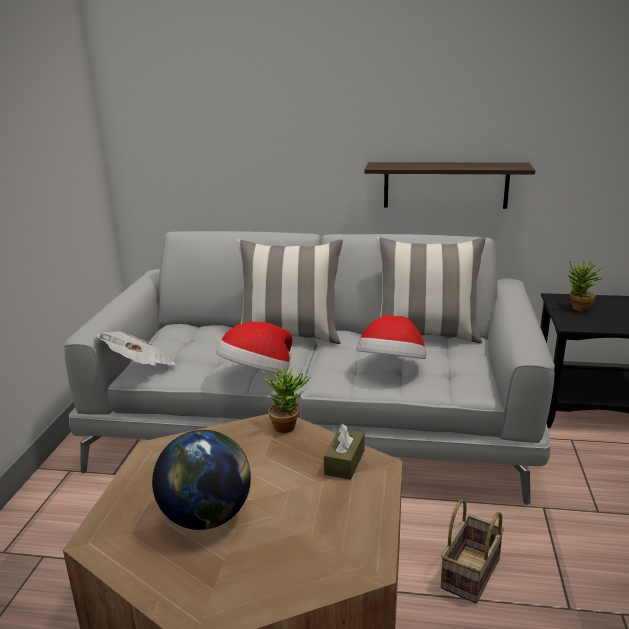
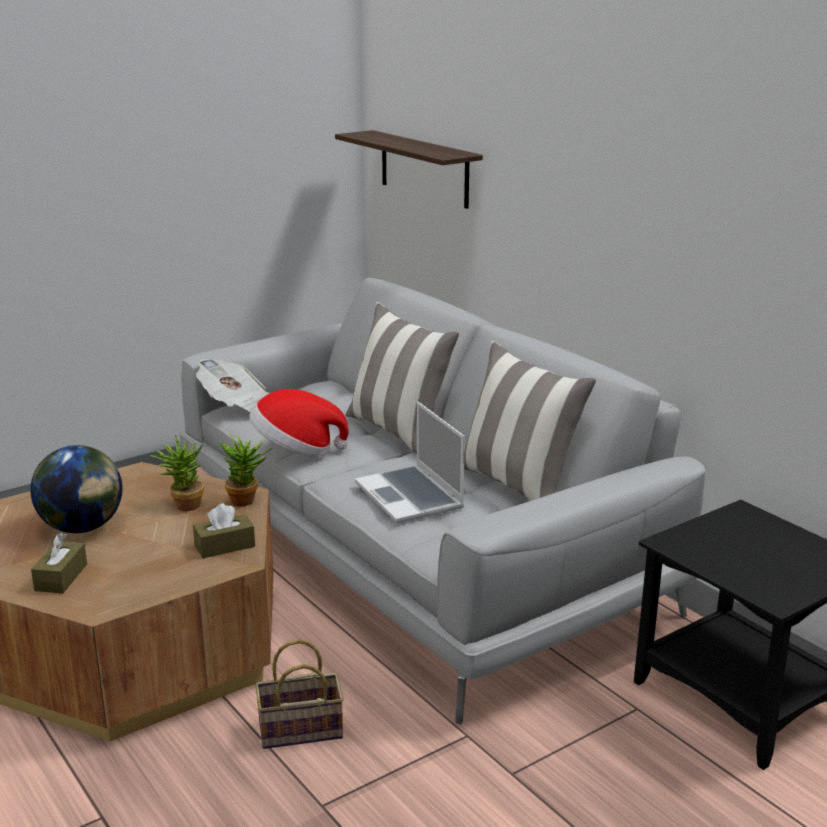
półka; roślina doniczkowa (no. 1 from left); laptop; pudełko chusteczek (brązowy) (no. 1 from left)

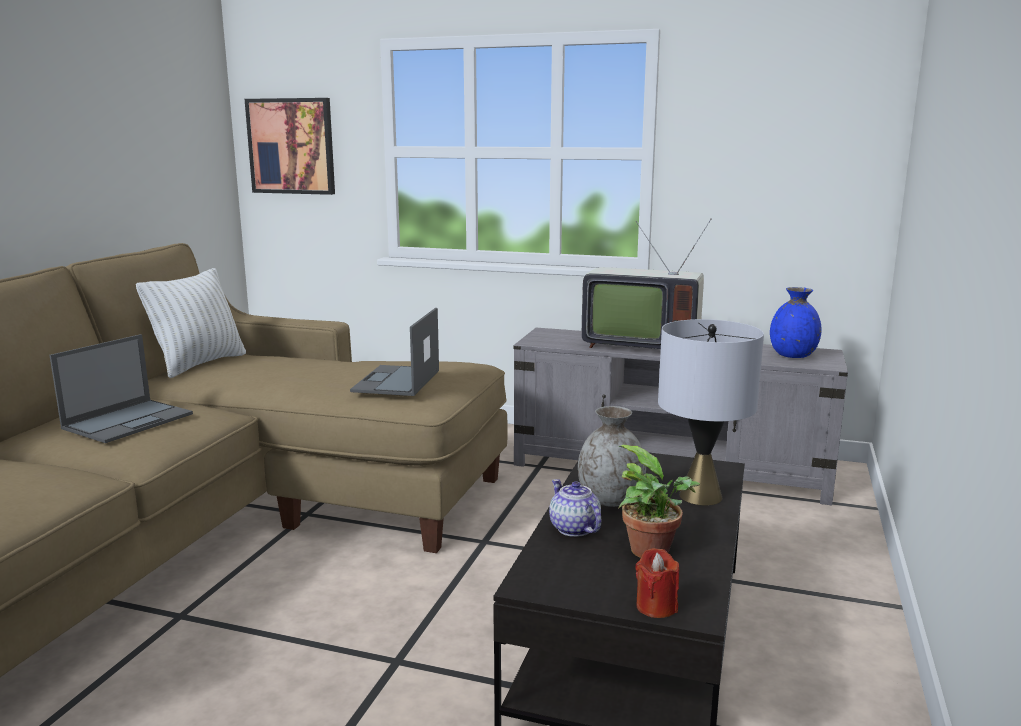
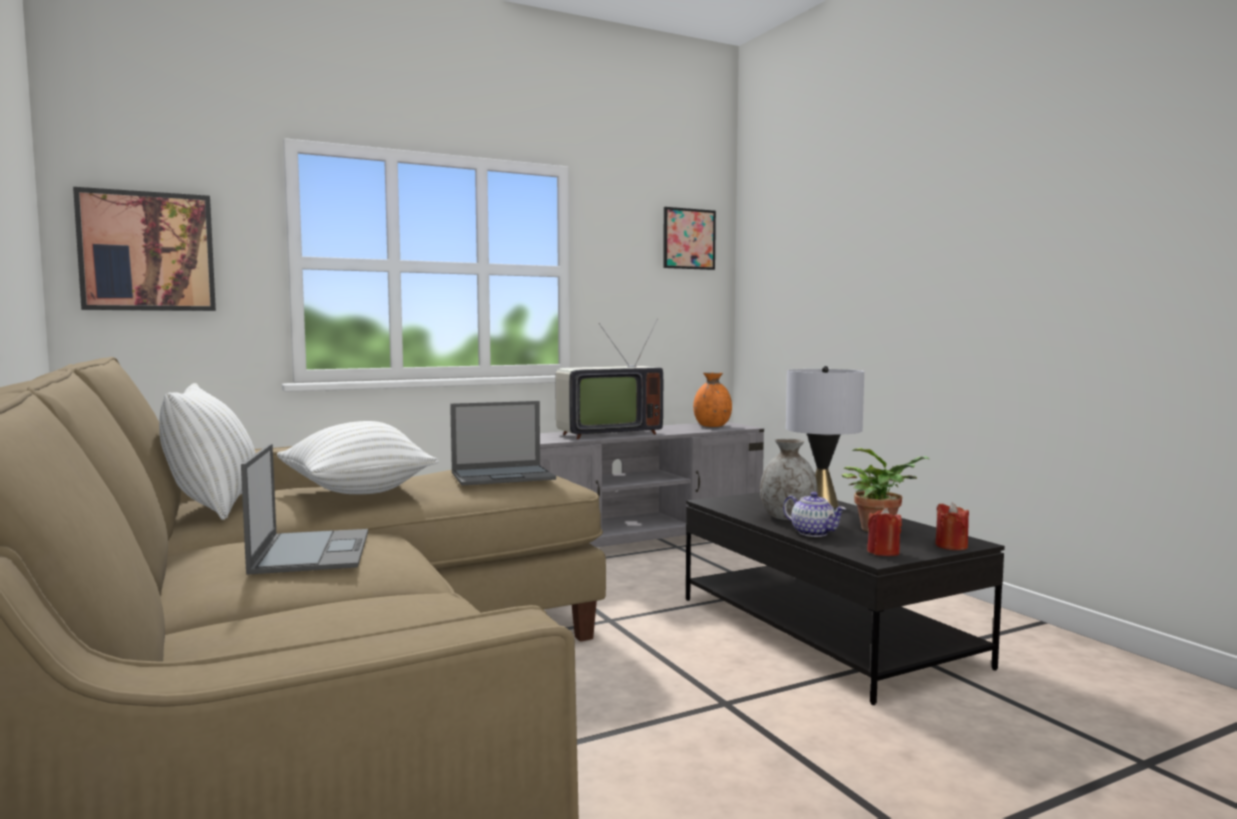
wazon (pomarańczowy); laptop (no. 2 from left); imbryk; obraz (no. 2 from left); poduszka (biały) (no. 2 from left); świeca (czerwony) (no. 1 from left)

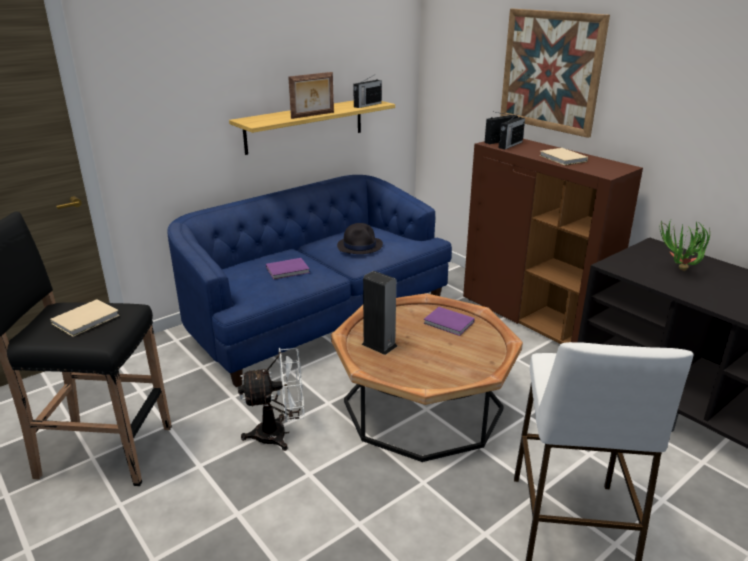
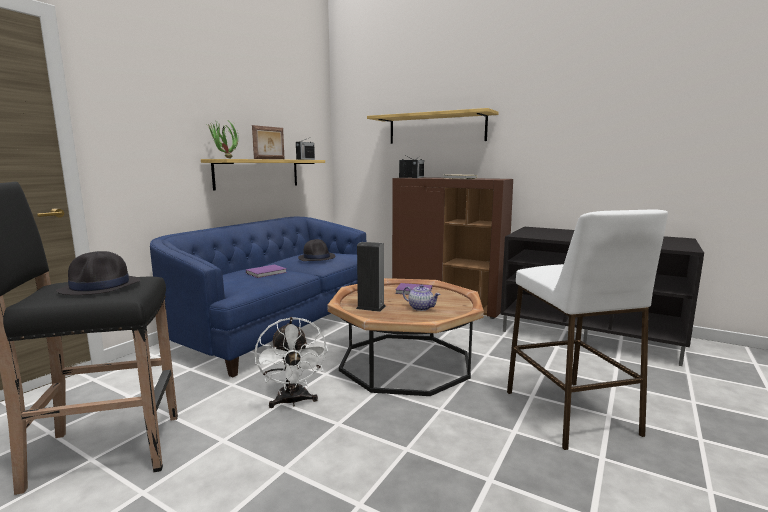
półka (no. 2 from left); roślina doniczkowa; kapelusz (czarny) (no. 1 from left); wentylator (biały); imbryk

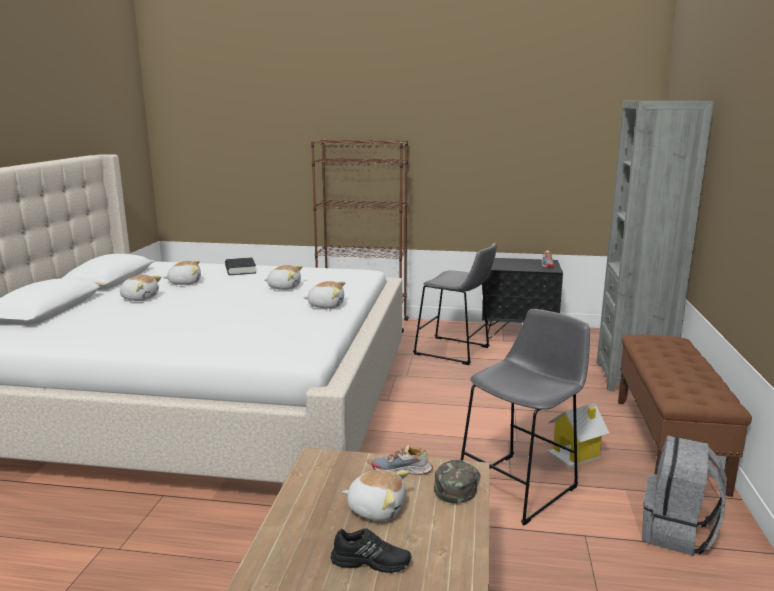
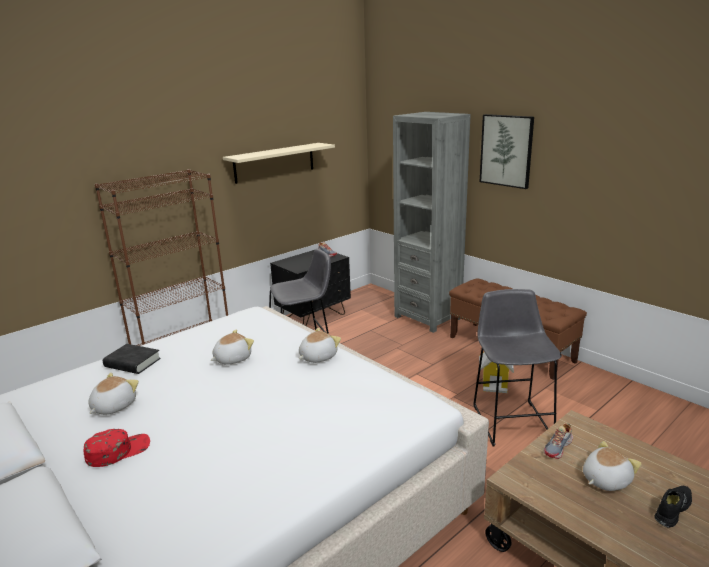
czapka z daszkiem (czerwony); plecak (szary); czapka z daszkiem (zielony); obraz; półka (beżowy)

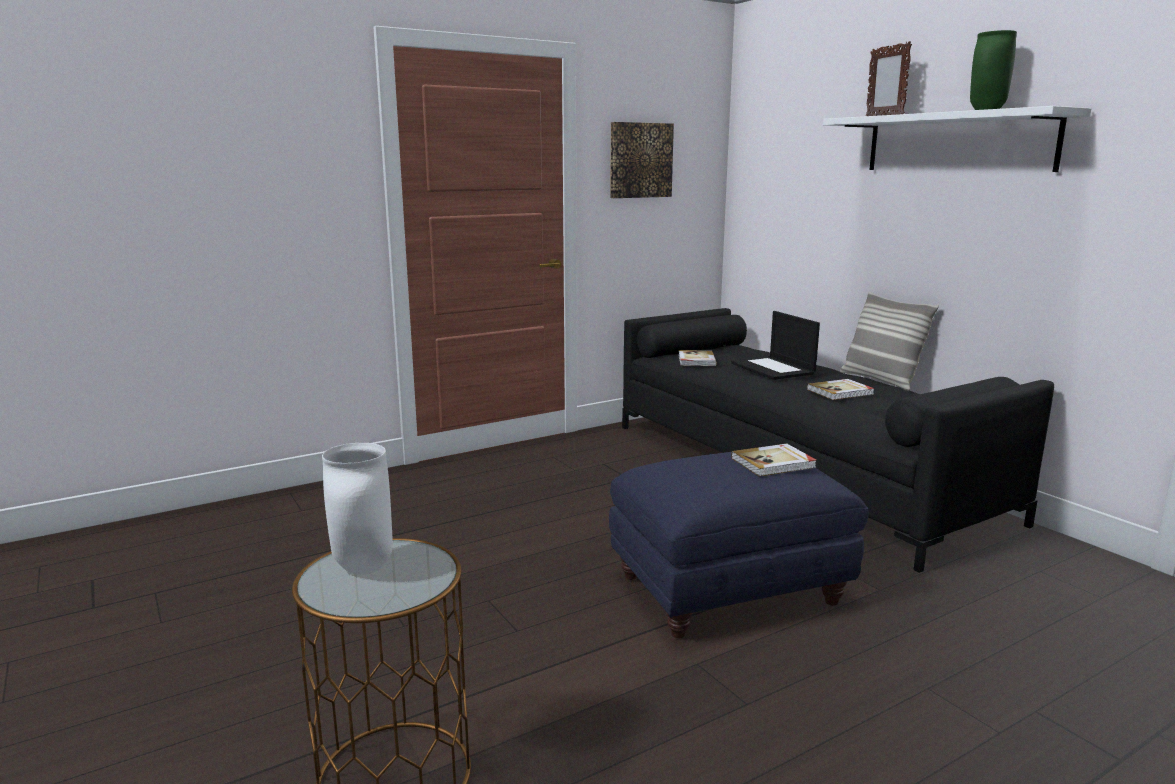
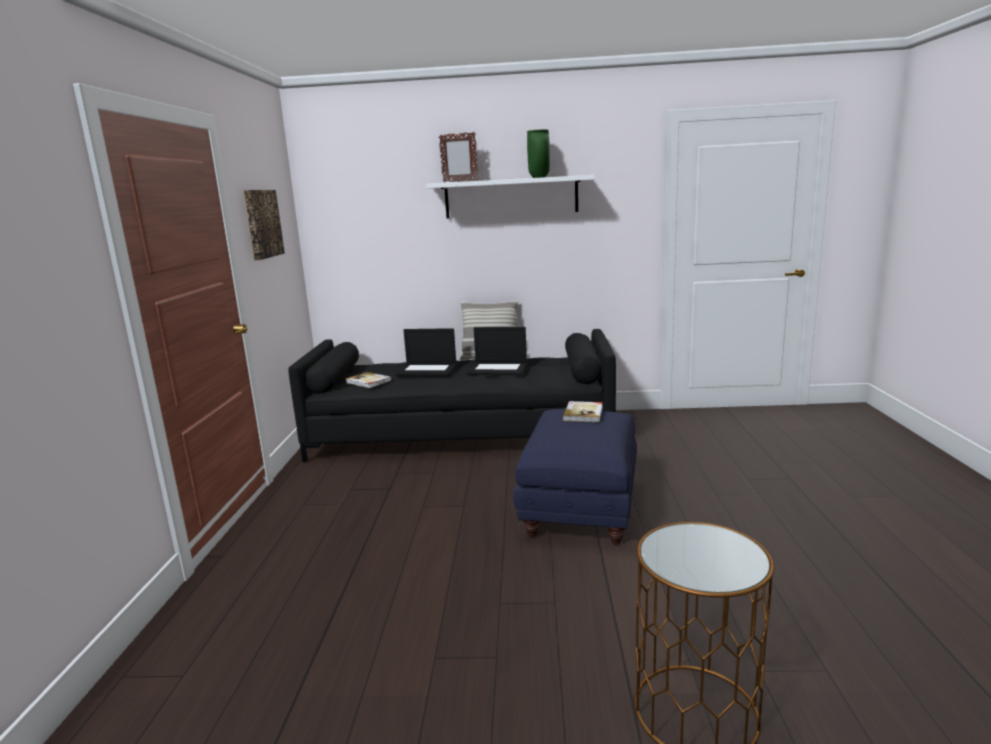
laptop (no. 2 from left); wazon (biały)

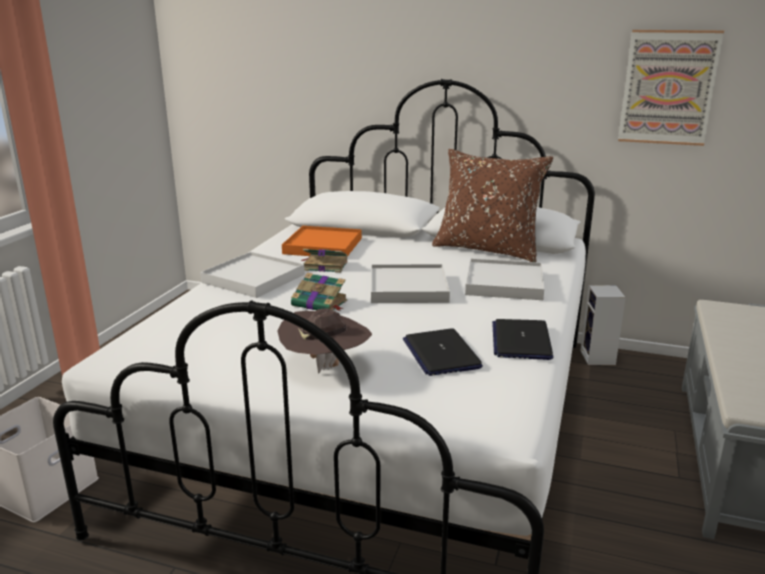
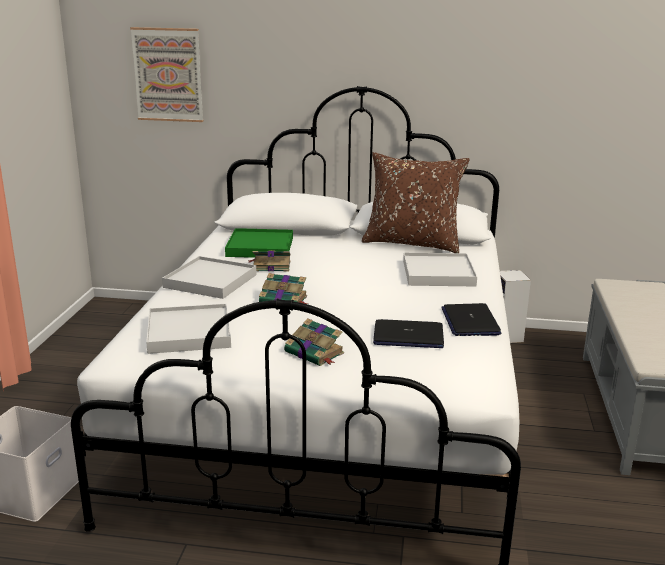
obraz; taca (zielony); taca (biały) (no. 1 from left); książka (no. 3 from left); laptop (no. 1 from left)

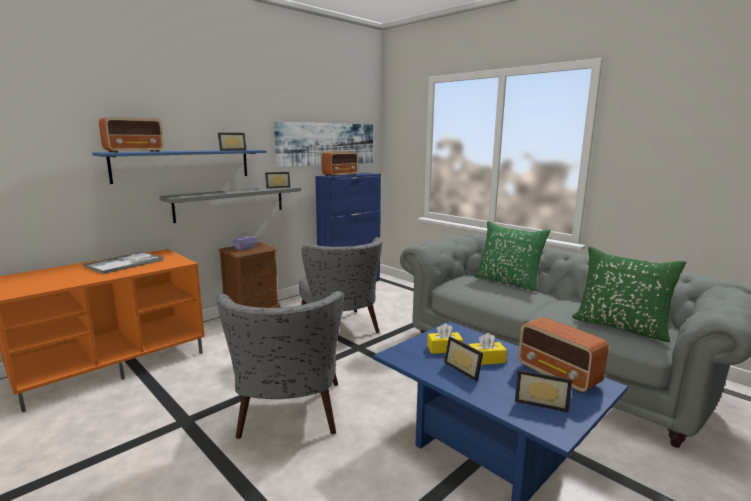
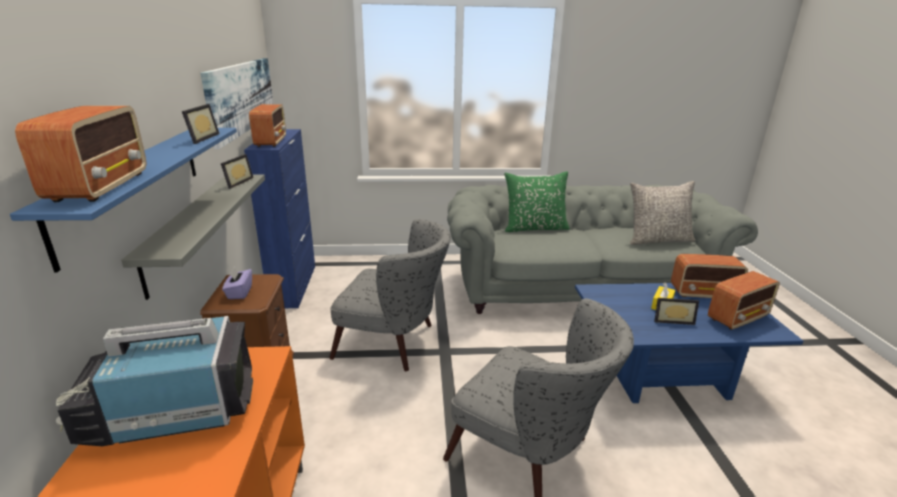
poduszka (szary); telewizor; pudełko chusteczek (żółty) (no. 1 from left in the first image); radio (no. 4 from left)

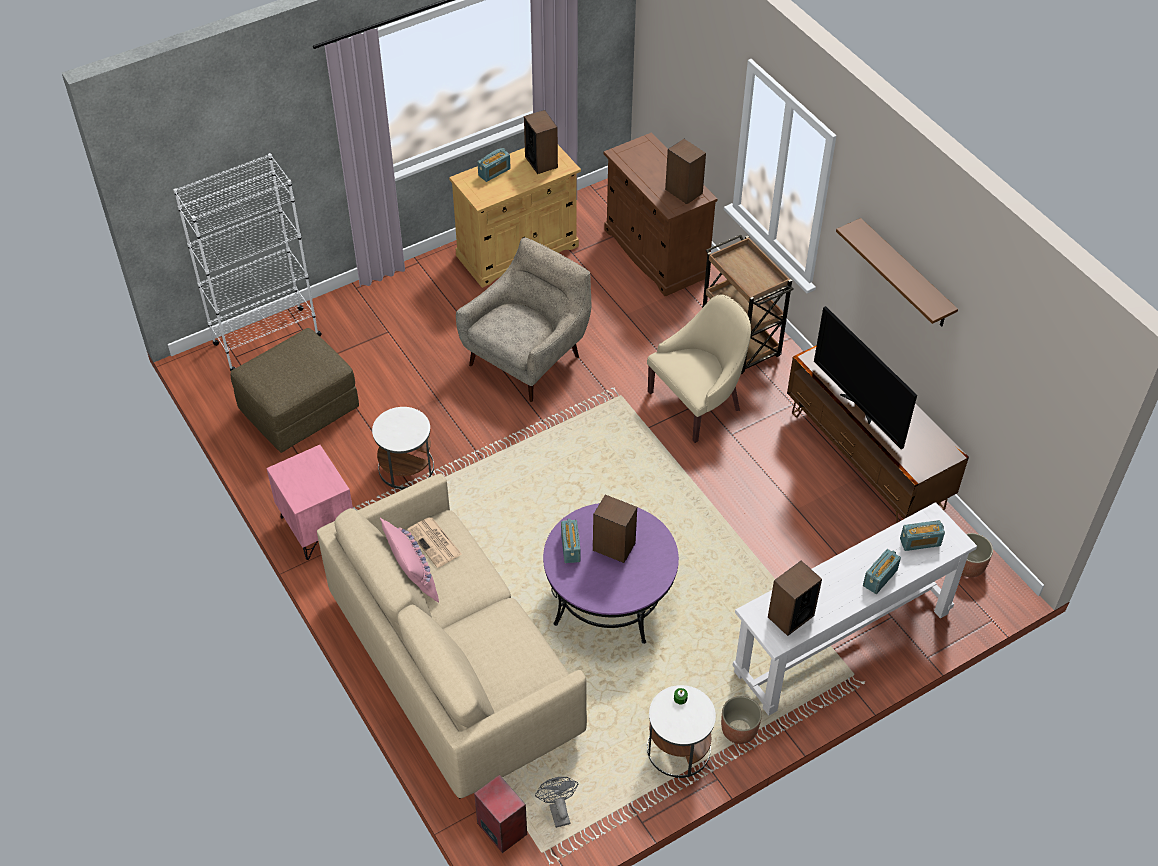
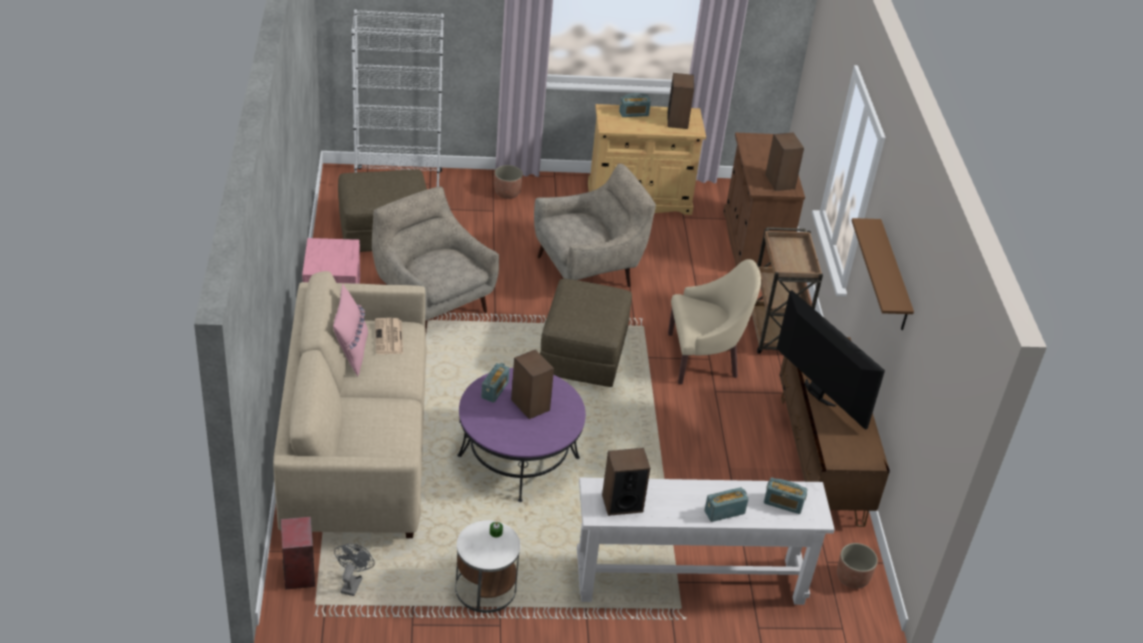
telewizor; fotel (beżowy) (no. 1 from left); donica (no. 1 from left); pufa (brązowy) (no. 2 from left)

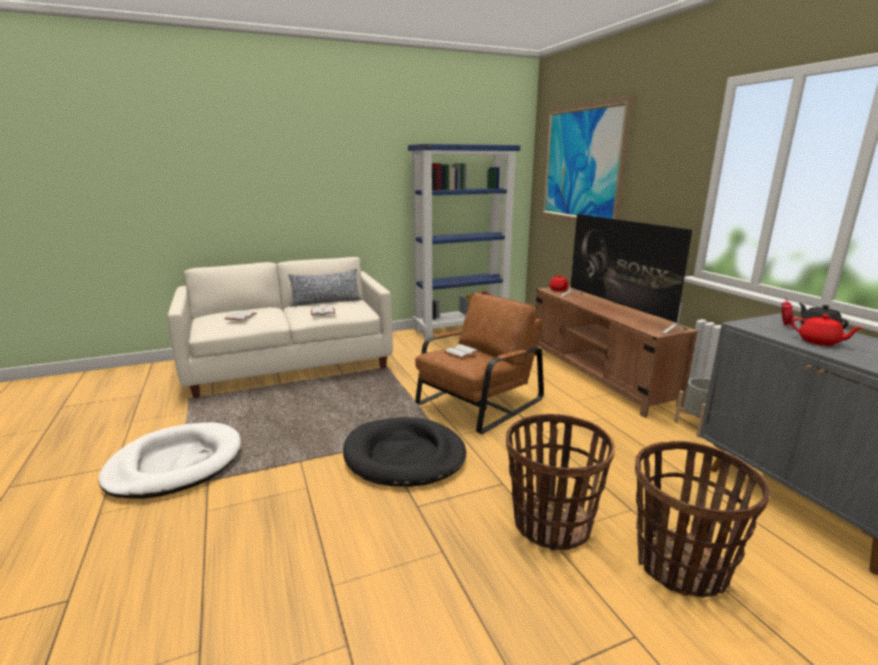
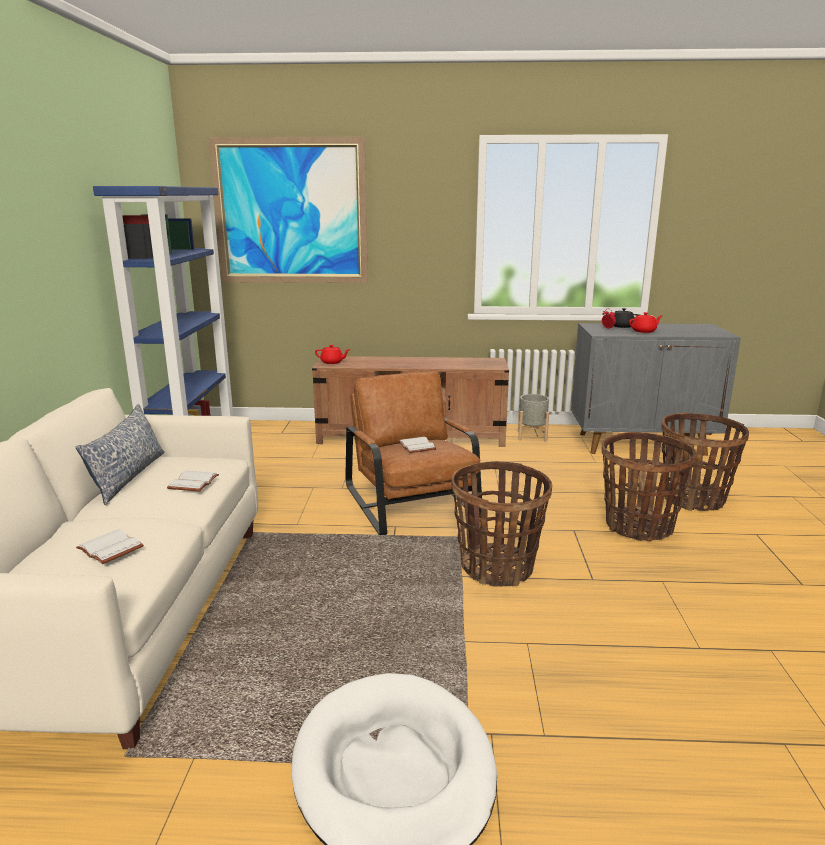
telewizor; koszyk (no. 1 from left)

